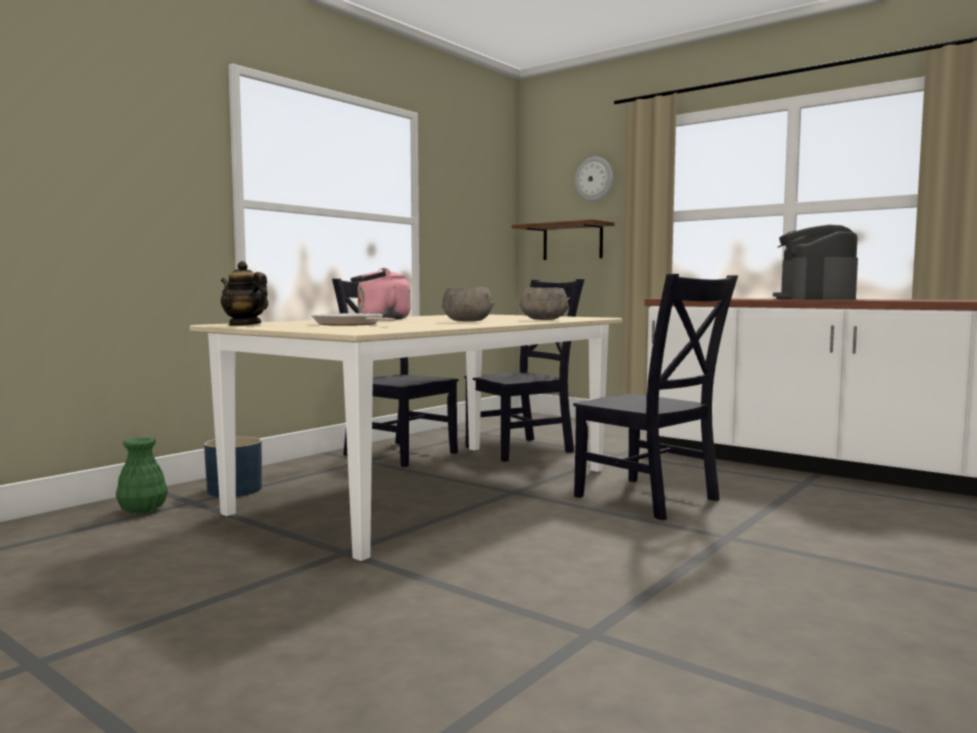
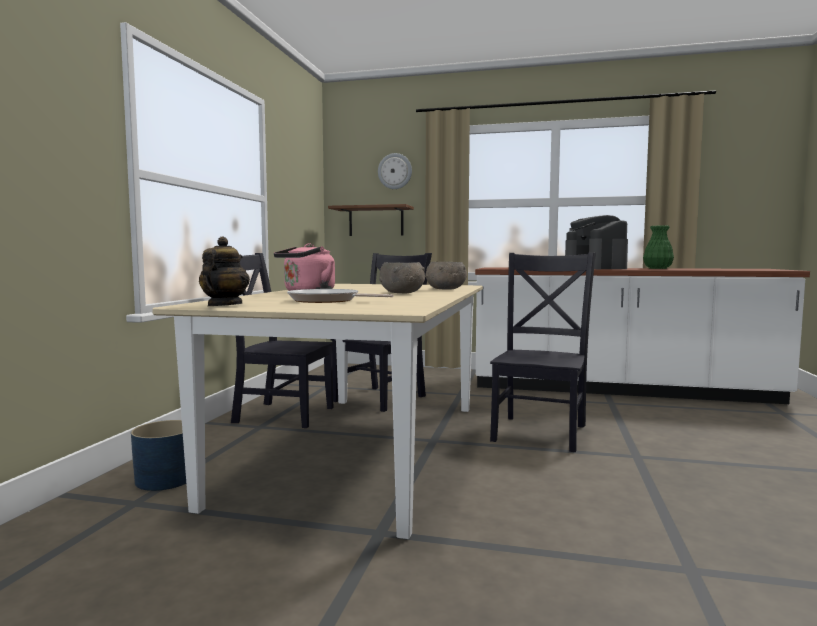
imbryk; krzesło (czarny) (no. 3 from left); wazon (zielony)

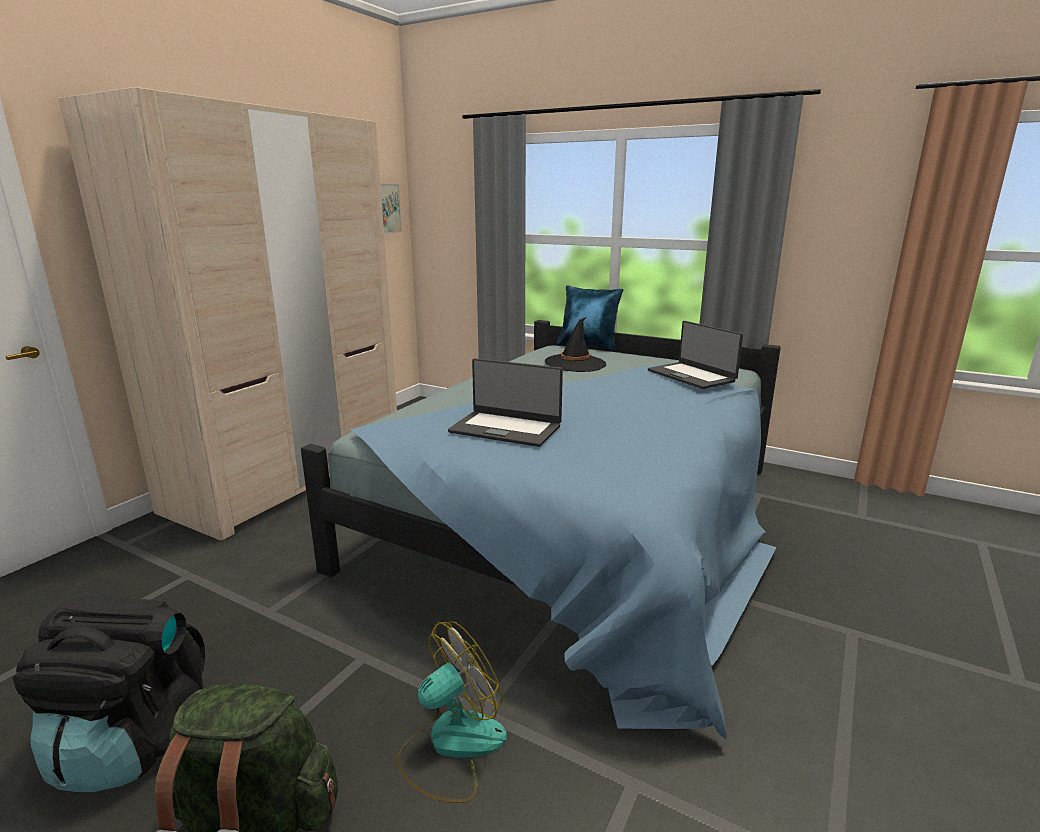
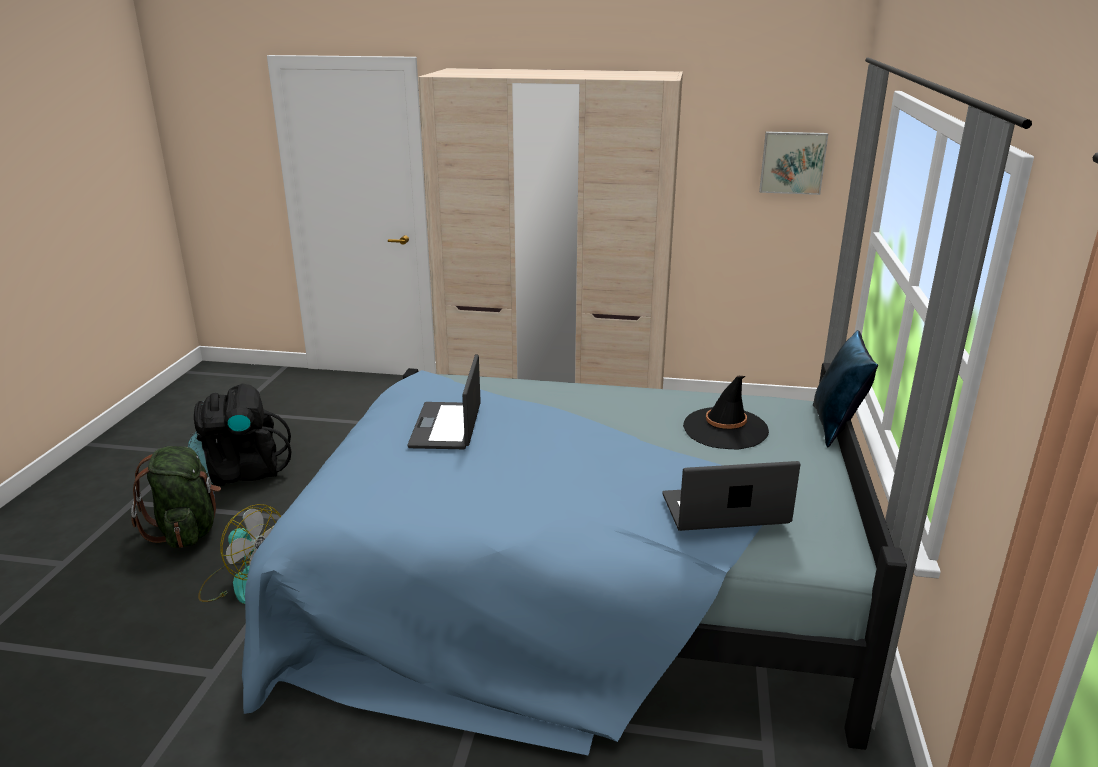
laptop (no. 2 from left)

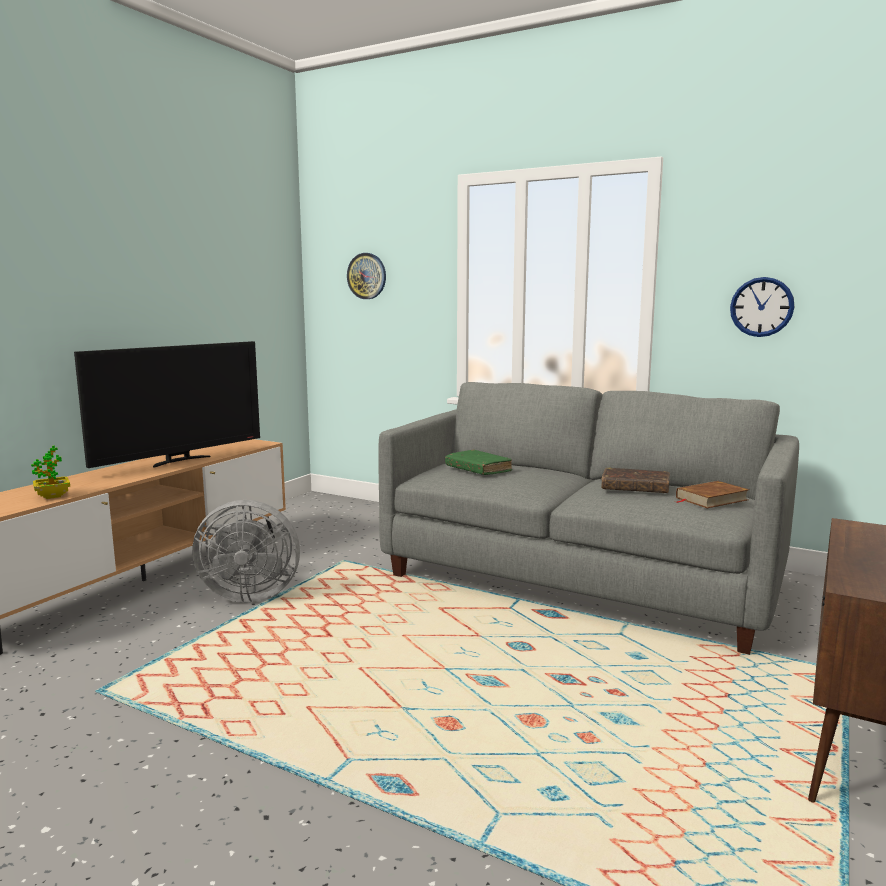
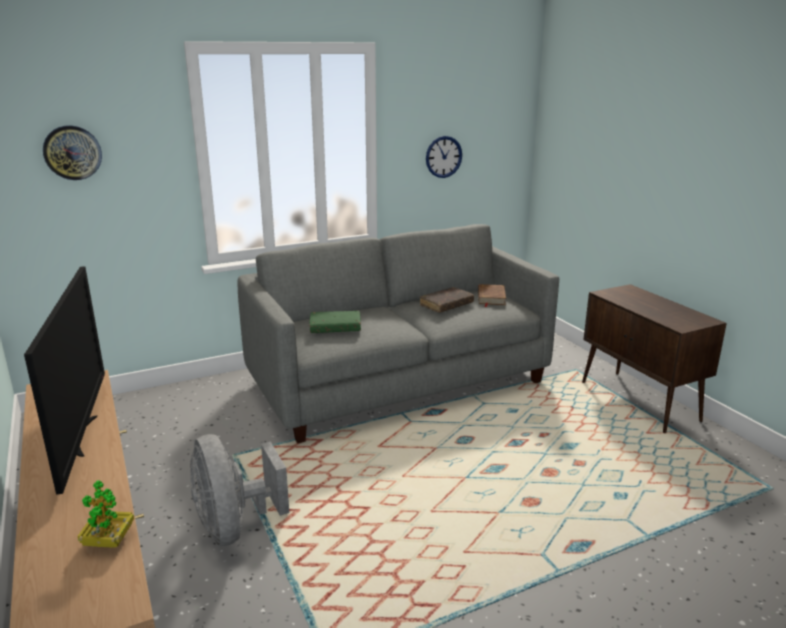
wentylator (szary)

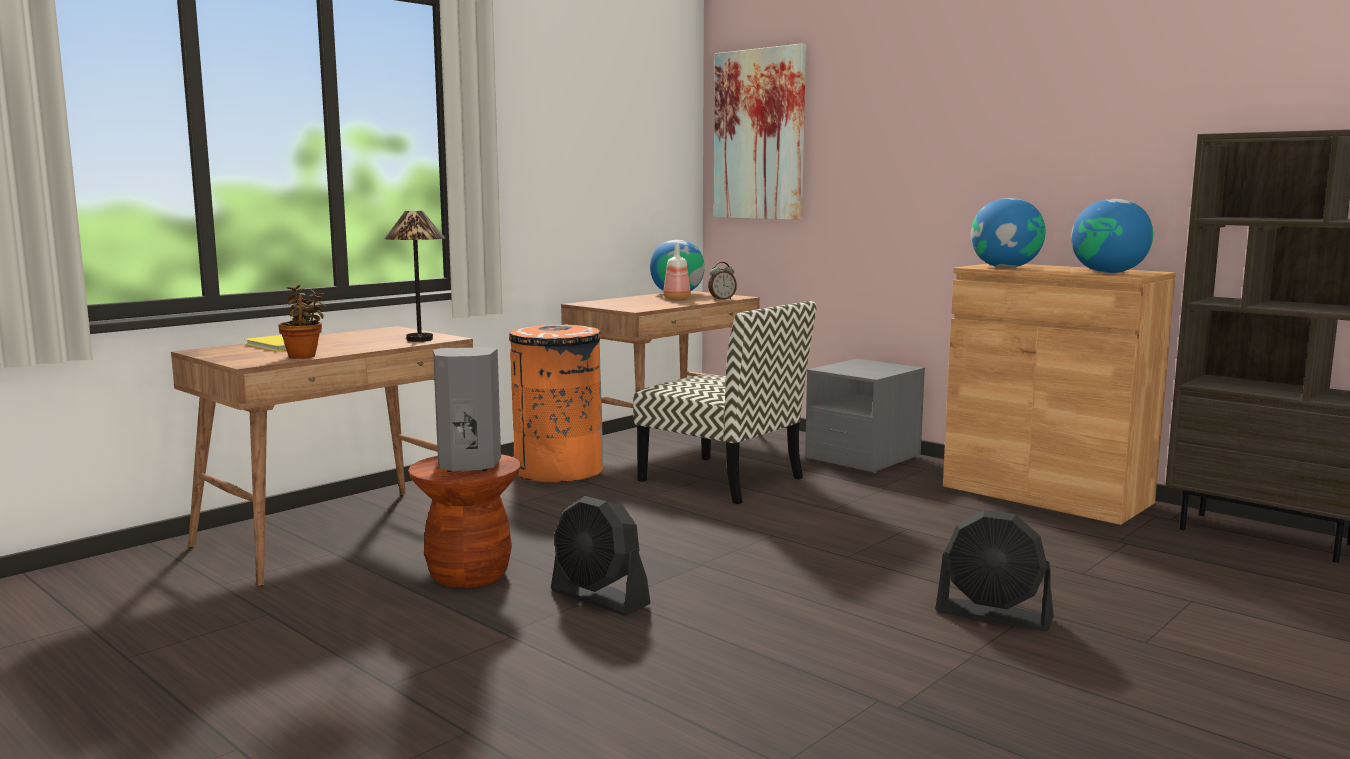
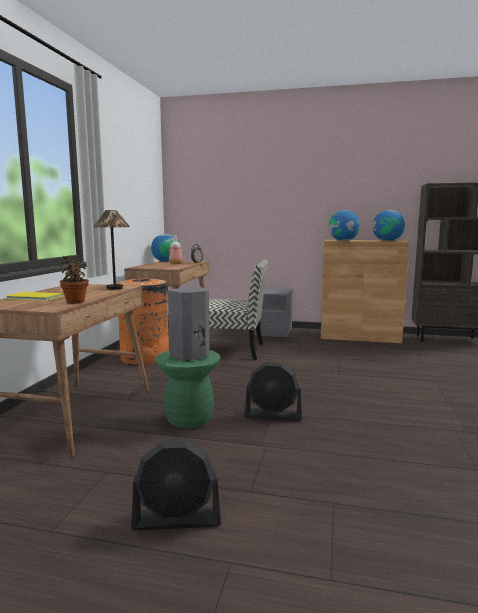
obraz; stołek (zielony); wentylator (czarny) (no. 1 from left)

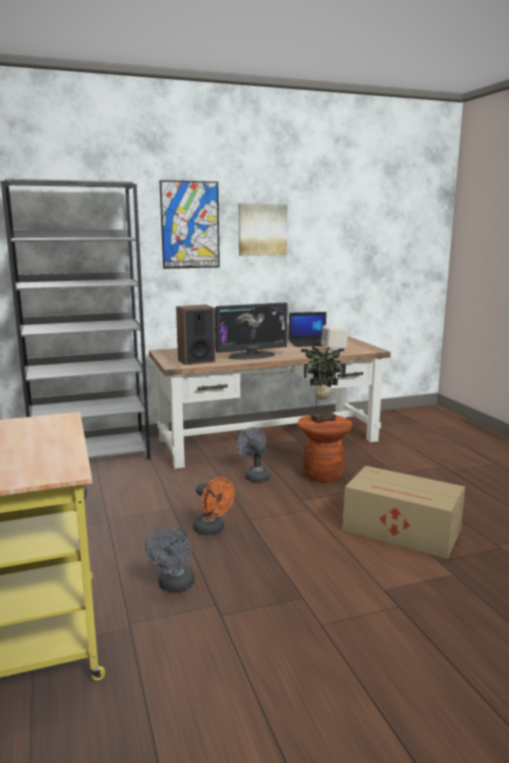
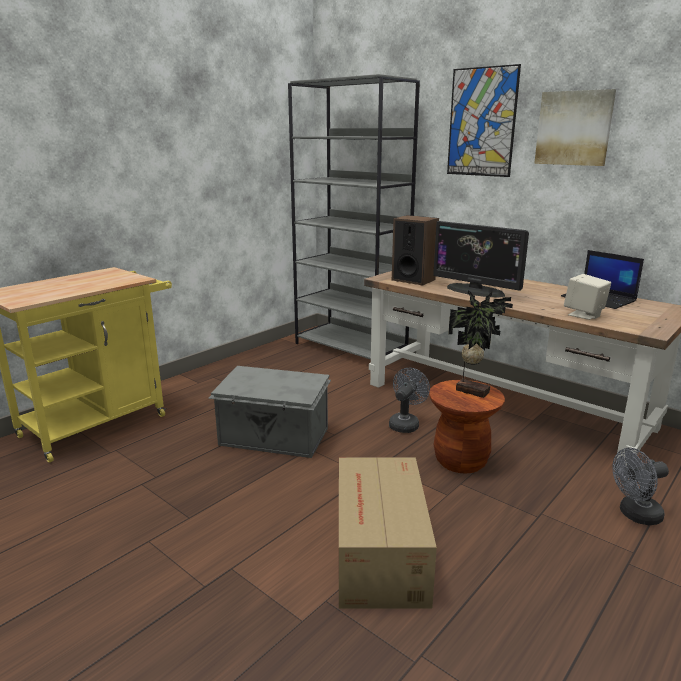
pojemnik do przechowywania (szary); wentylator (szary) (no. 2 from left)

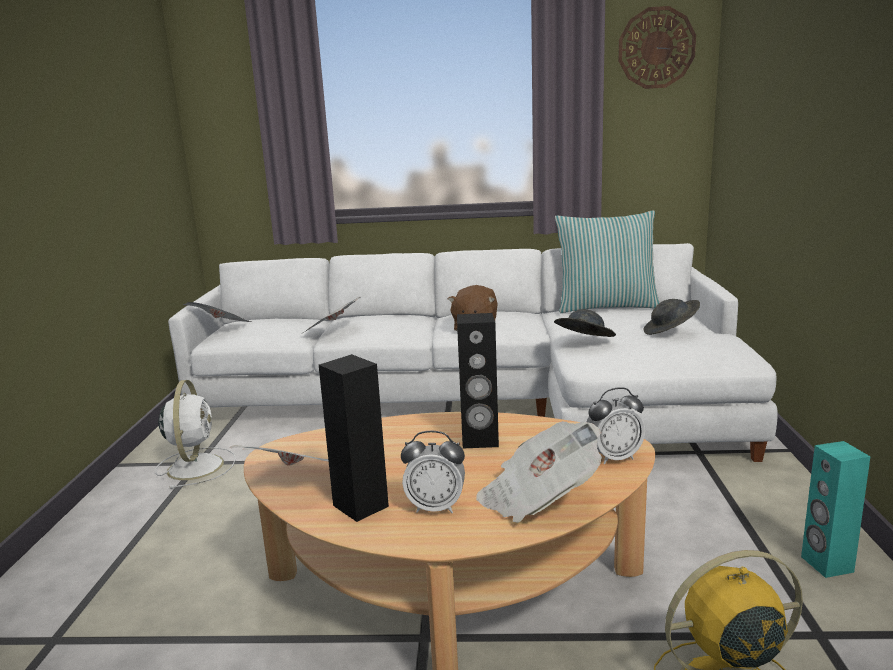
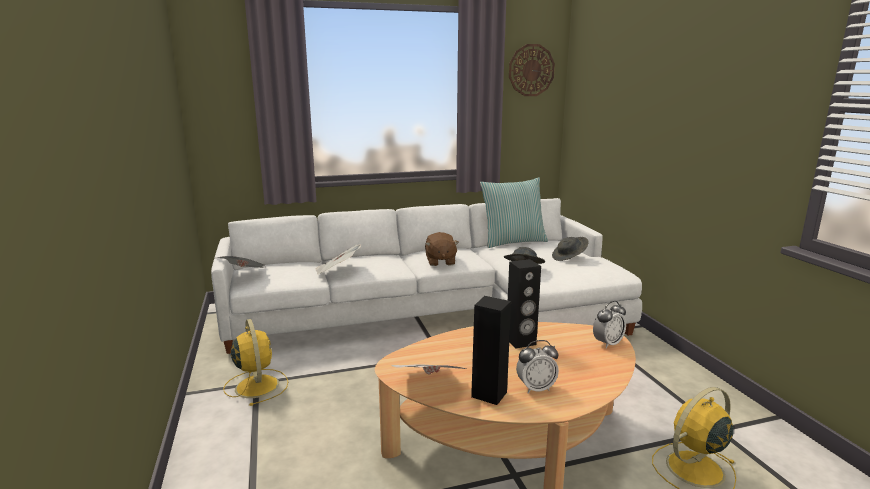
wentylator (żółty) (no. 1 from left); gazeta (no. 4 from left in the first image); głośnik (turkusowy)

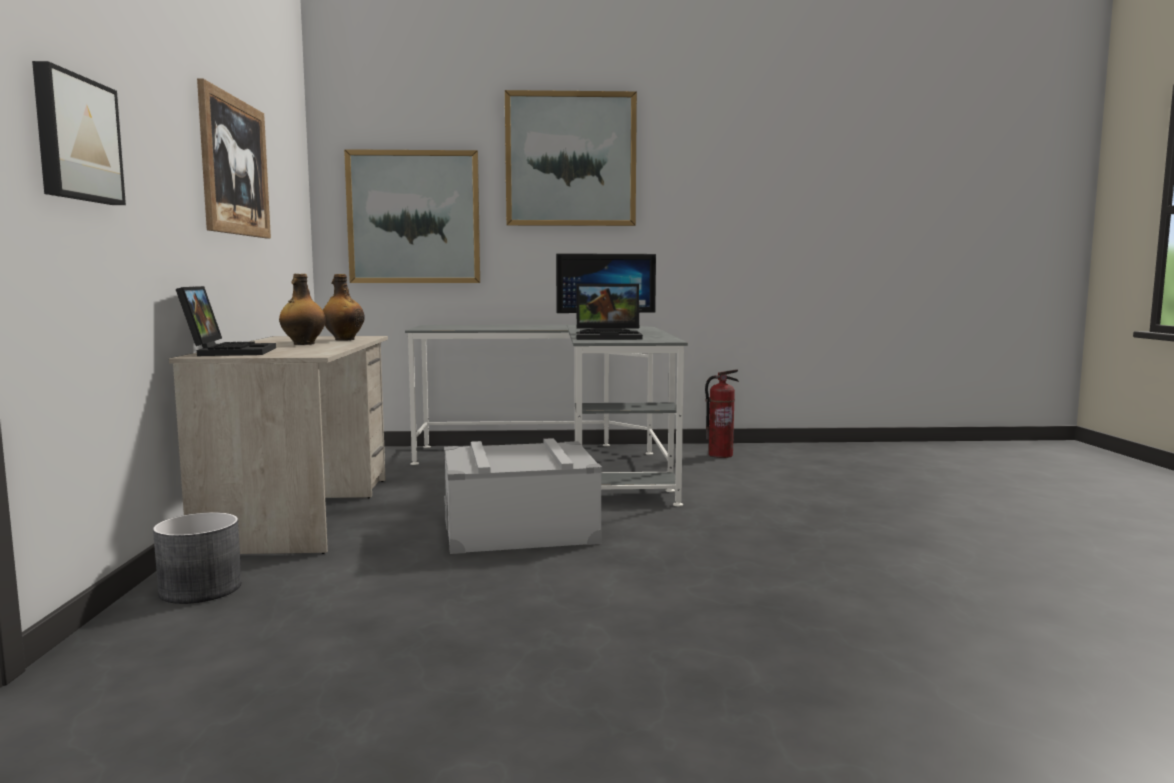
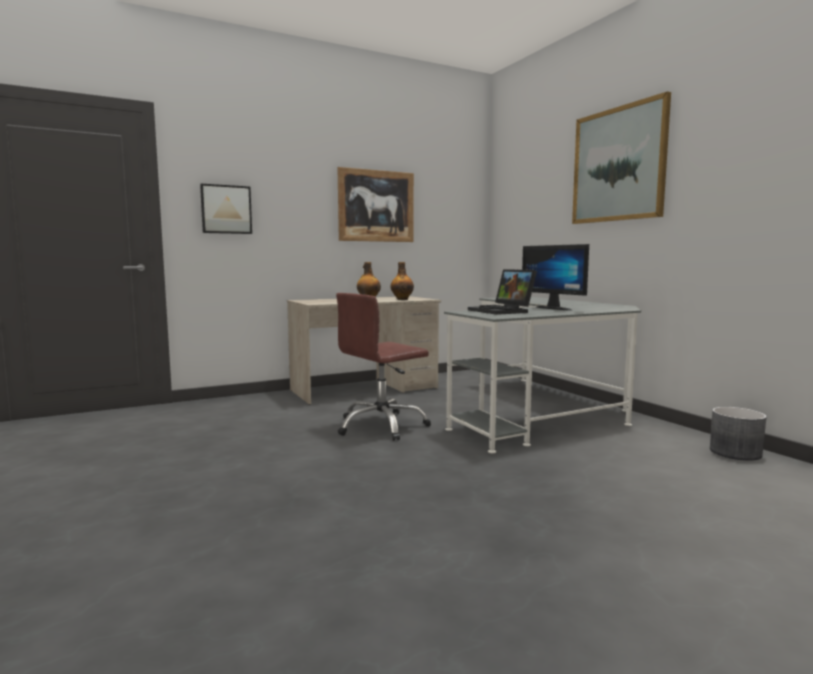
obraz (no. 3 from left in the first image); laptop (no. 1 from left in the first image); gaśnica; krzesło biurowe (brązowy); donica (szary)

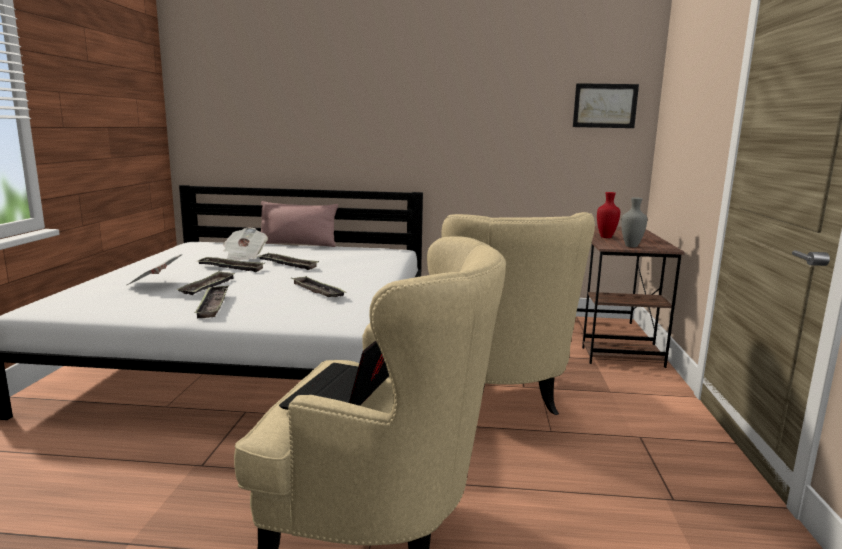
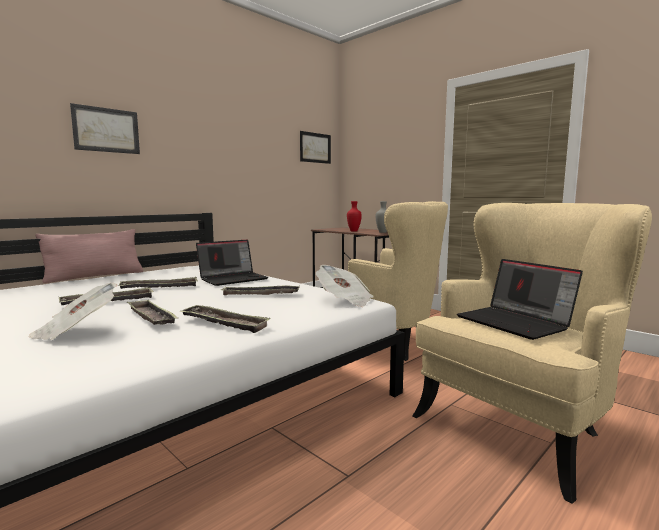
gazeta (no. 2 from left); obraz (no. 1 from left); laptop (no. 1 from left)

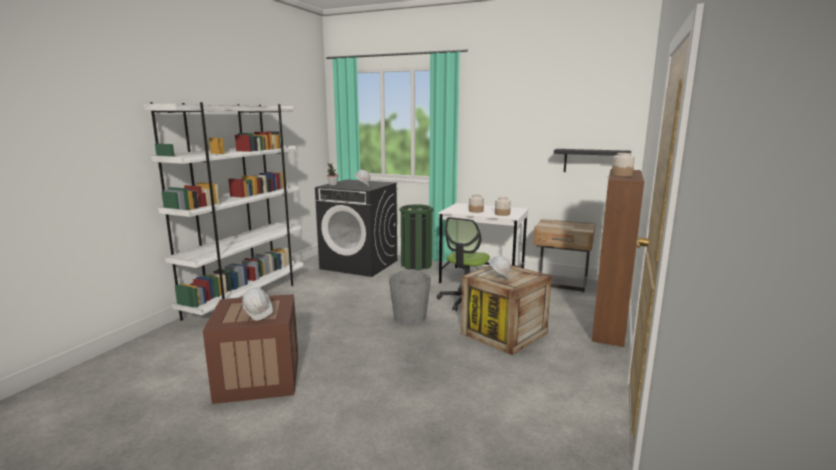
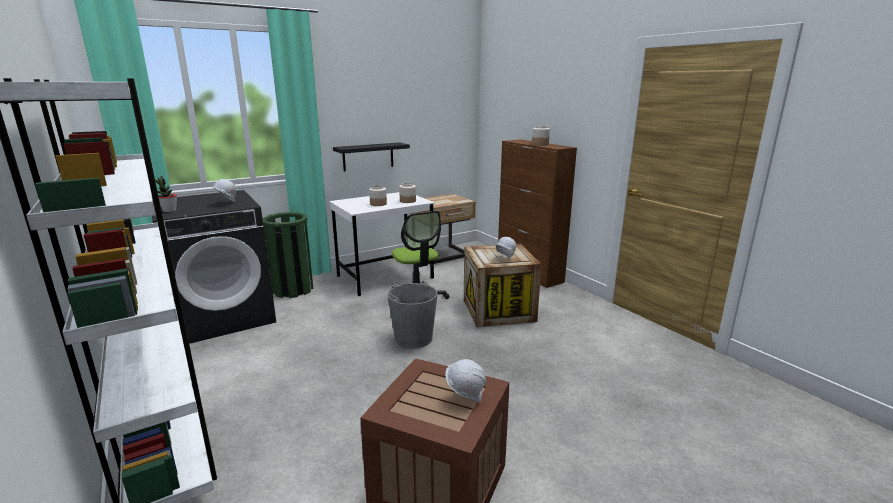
półka (czarny)

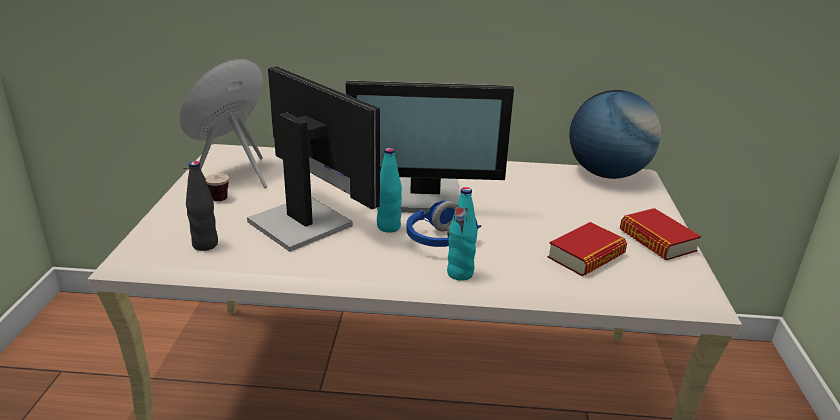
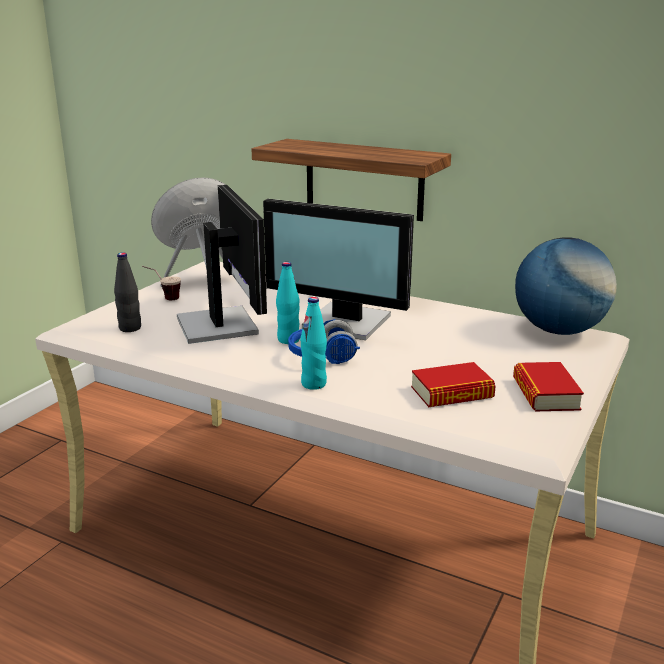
półka

